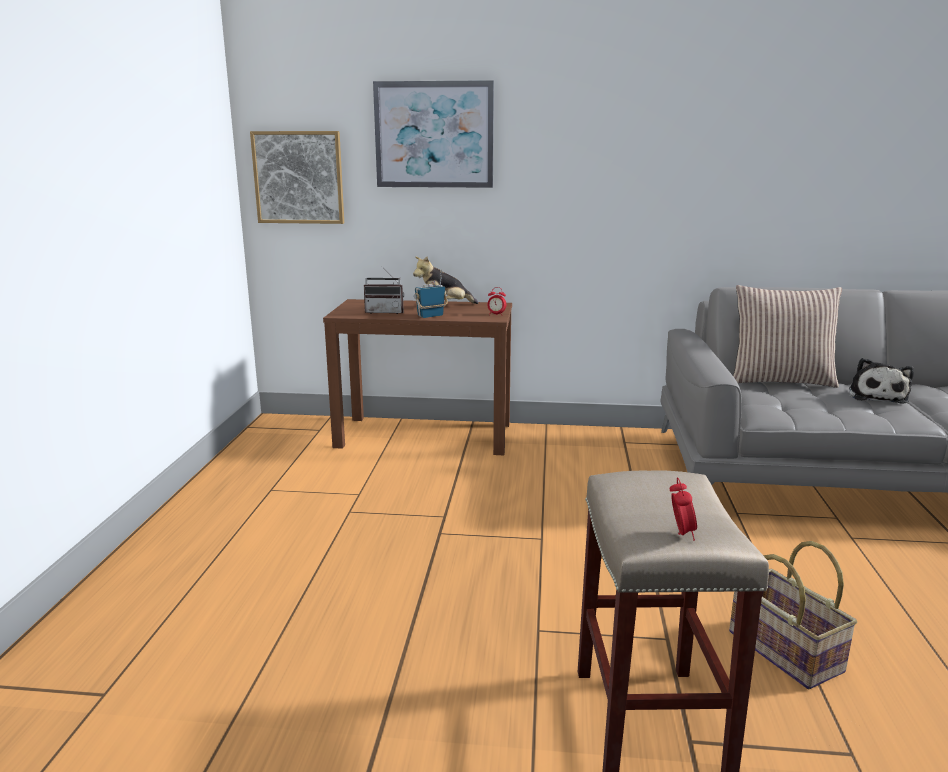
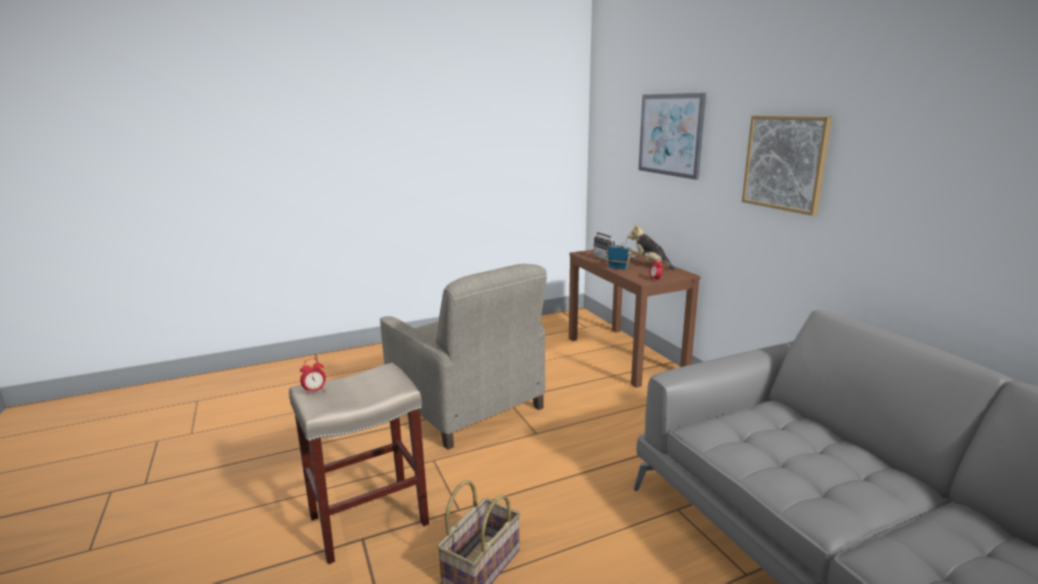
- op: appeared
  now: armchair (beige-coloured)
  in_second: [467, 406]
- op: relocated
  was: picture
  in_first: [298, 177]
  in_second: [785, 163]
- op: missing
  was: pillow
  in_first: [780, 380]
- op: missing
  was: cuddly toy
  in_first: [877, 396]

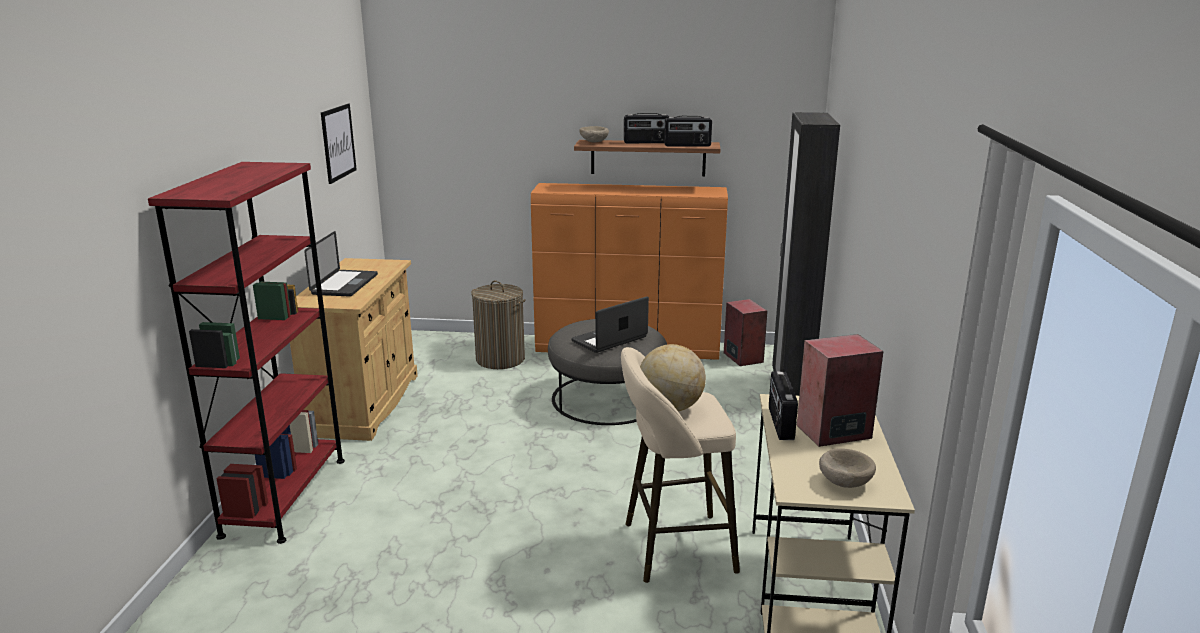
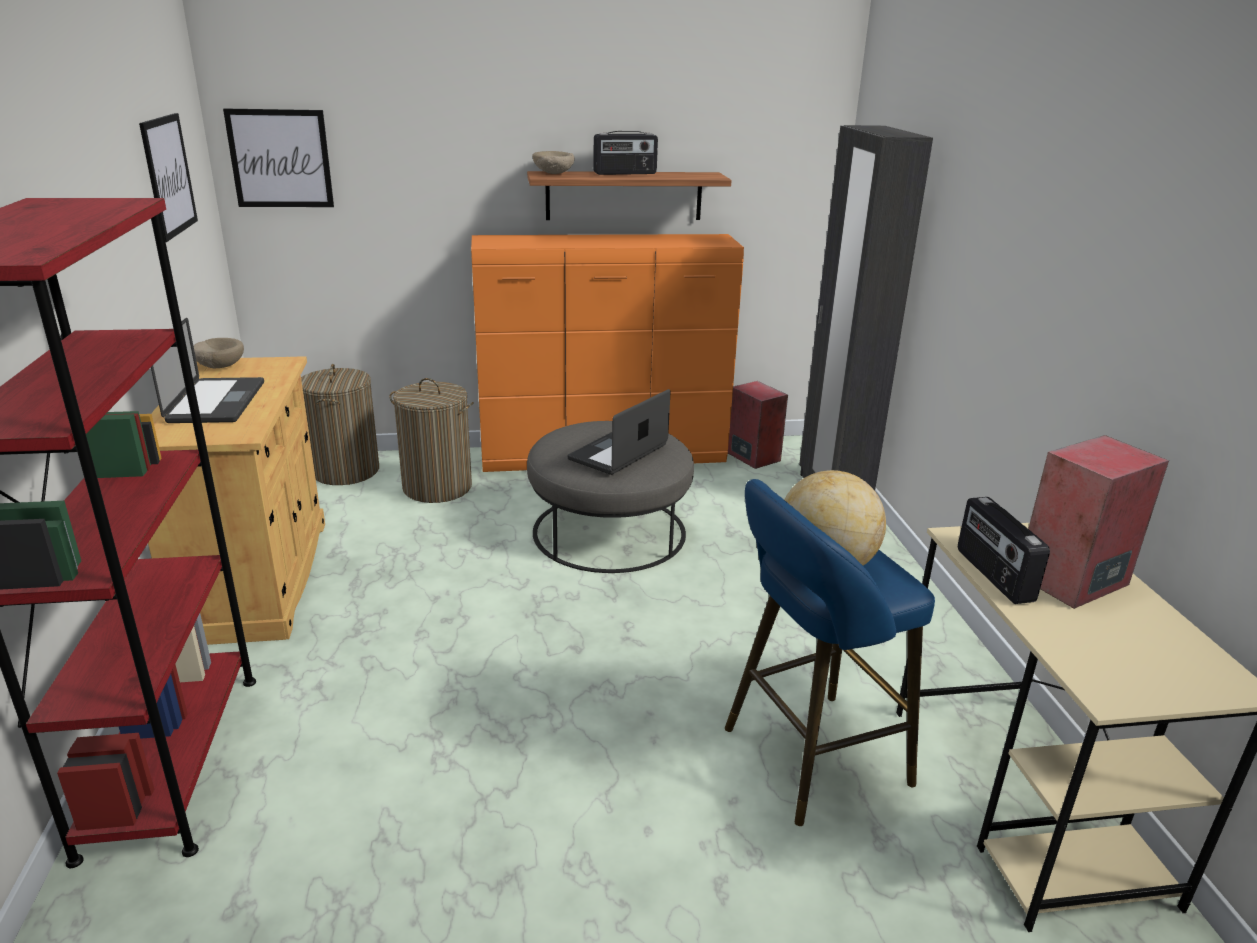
- op: relocated
  was: serving bowl (beige-coloured)
  in_first: [844, 482]
  in_second: [219, 366]
- op: appeared
  now: picture
  in_second: [280, 159]
- op: appeared
  now: laundry basket
  in_second: [345, 470]
- op: colour
  was: stool seat (beige-coloured)
  now: stool seat (blue)
  in_first: [672, 548]
  in_second: [807, 759]
- op: missing
  was: radio receiver
  in_first: [687, 145]

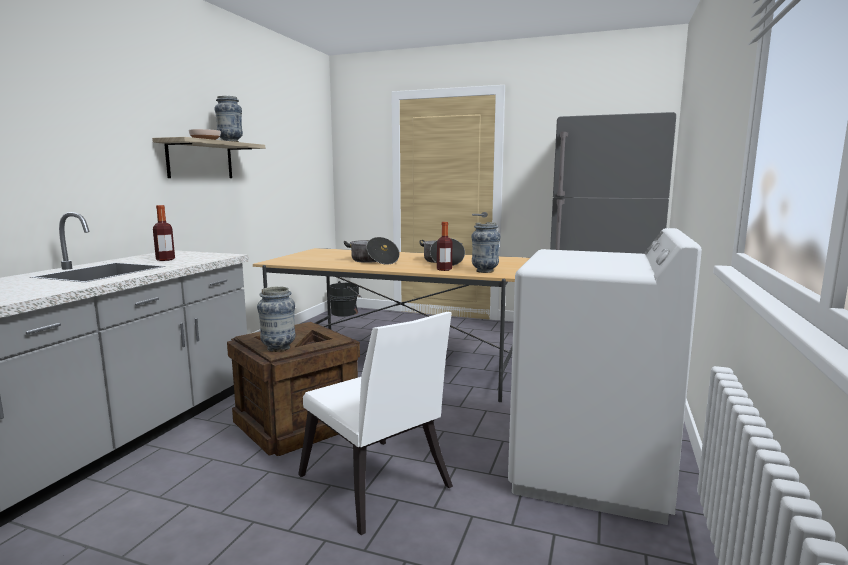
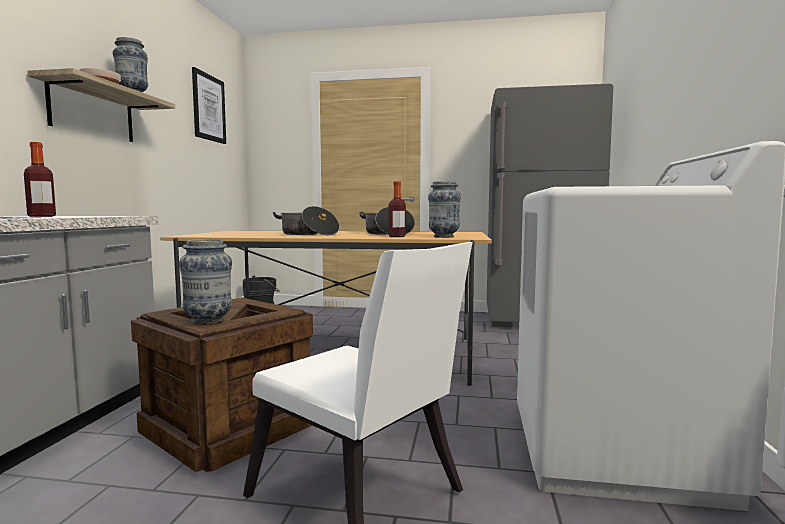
- op: appeared
  now: picture
  in_second: [208, 108]

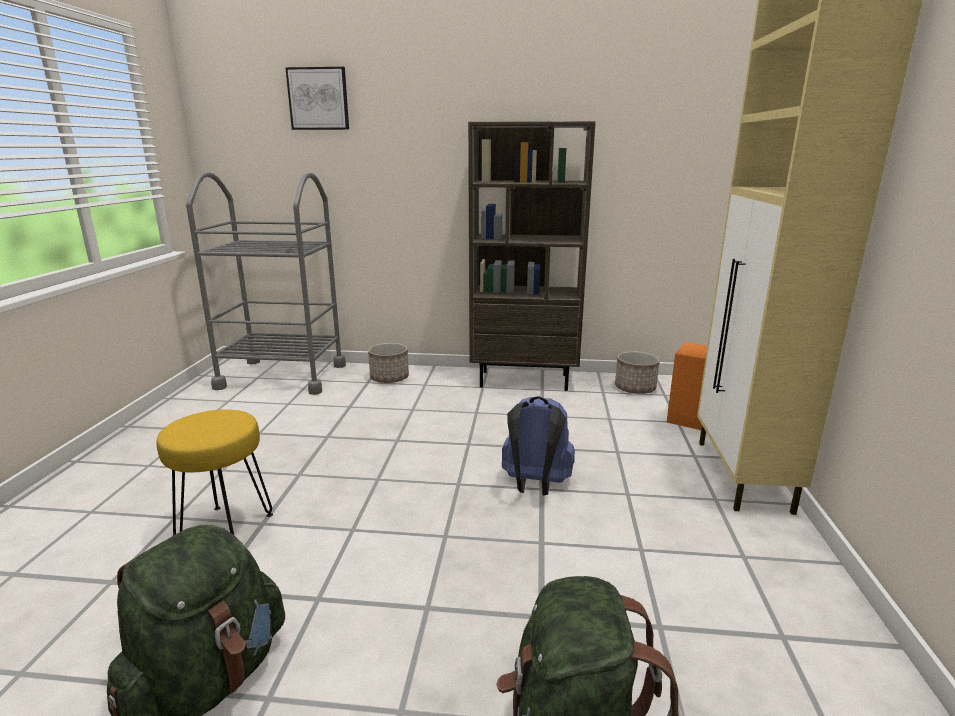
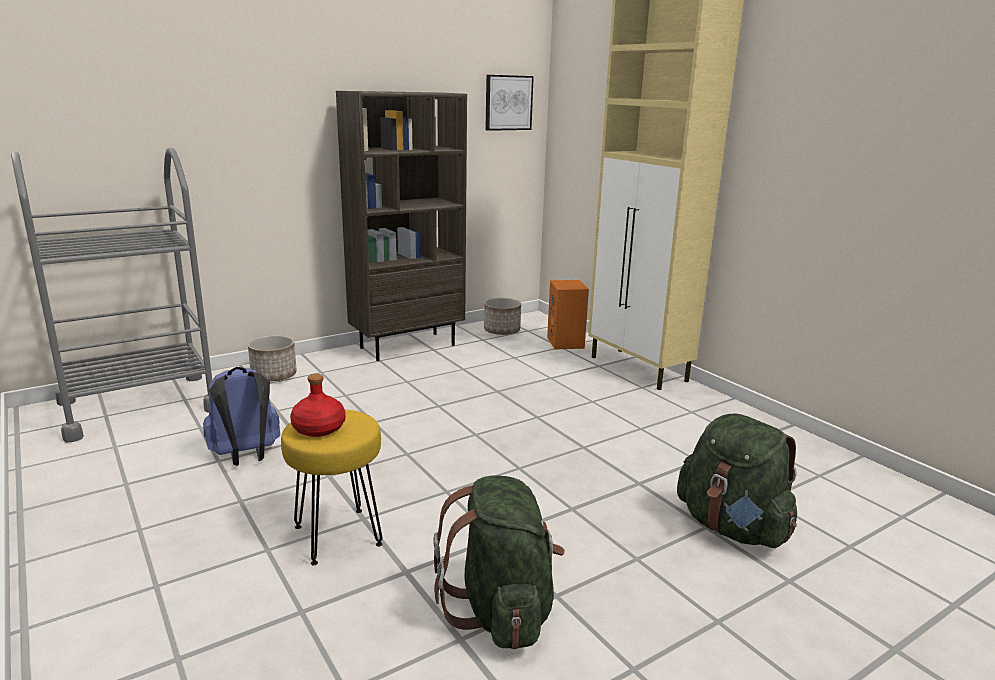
- op: relocated
  was: knapsack (blue)
  in_first: [535, 486]
  in_second: [246, 456]
- op: appeared
  now: drink bottle (red-coloured)
  in_second: [319, 428]
- op: relocated
  was: picture
  in_first: [318, 99]
  in_second: [508, 103]

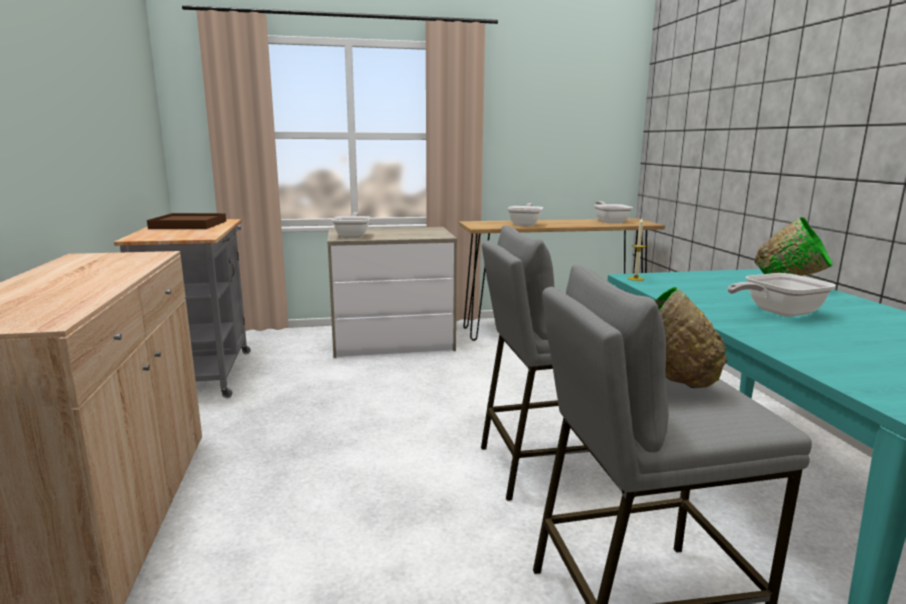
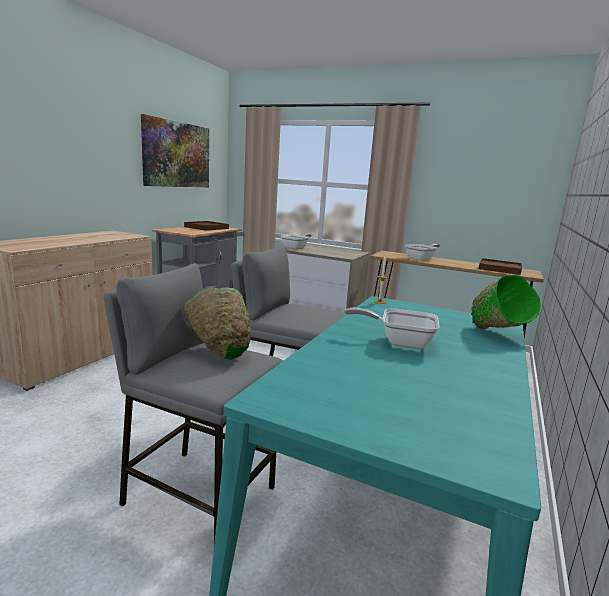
- op: appeared
  now: picture
  in_second: [177, 154]
- op: exchanged
  was: pan
  now: serving tray (brown)
  in_first: [610, 222]
  in_second: [500, 269]

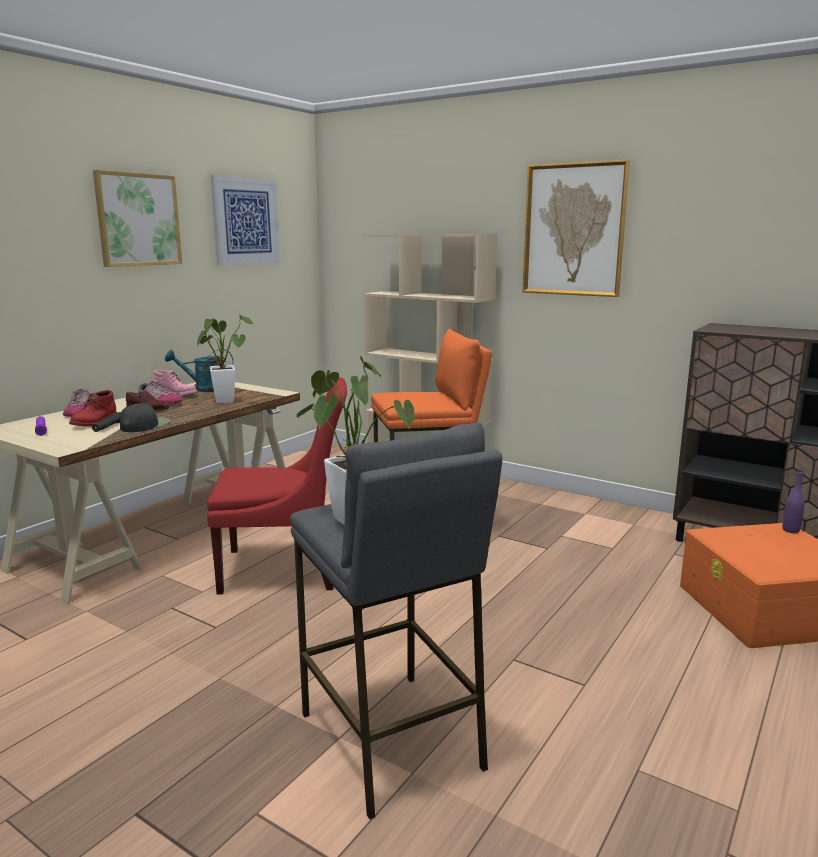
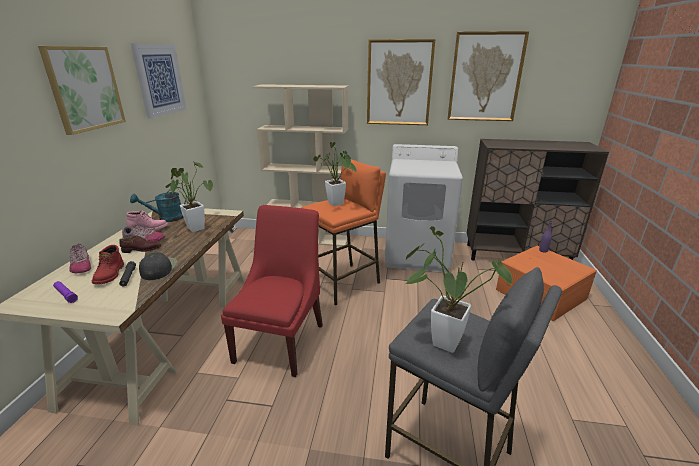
- op: spun
  was: plain chair (red-coloured)
  in_first: [286, 569]
  in_second: [282, 340]
  clockwise: -45
- op: appeared
  now: plant in a pot
  in_second: [337, 205]
- op: appeared
  now: laundry machine (whitish)
  in_second: [417, 254]
- op: appeared
  now: picture
  in_second: [485, 77]

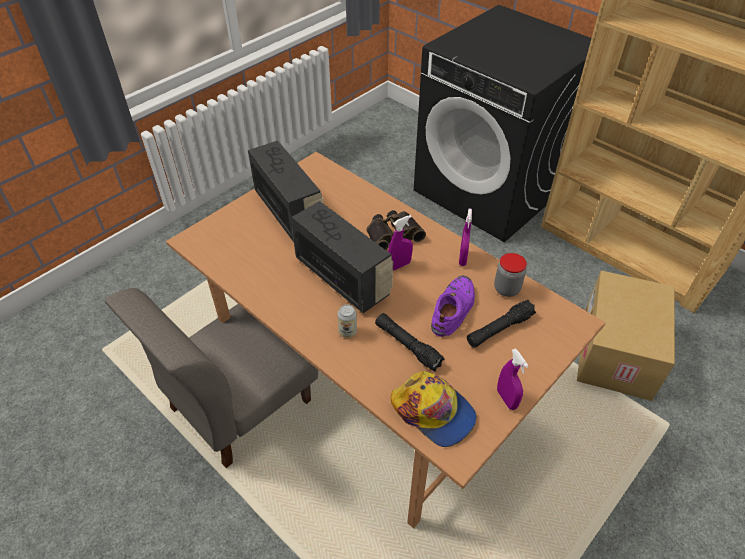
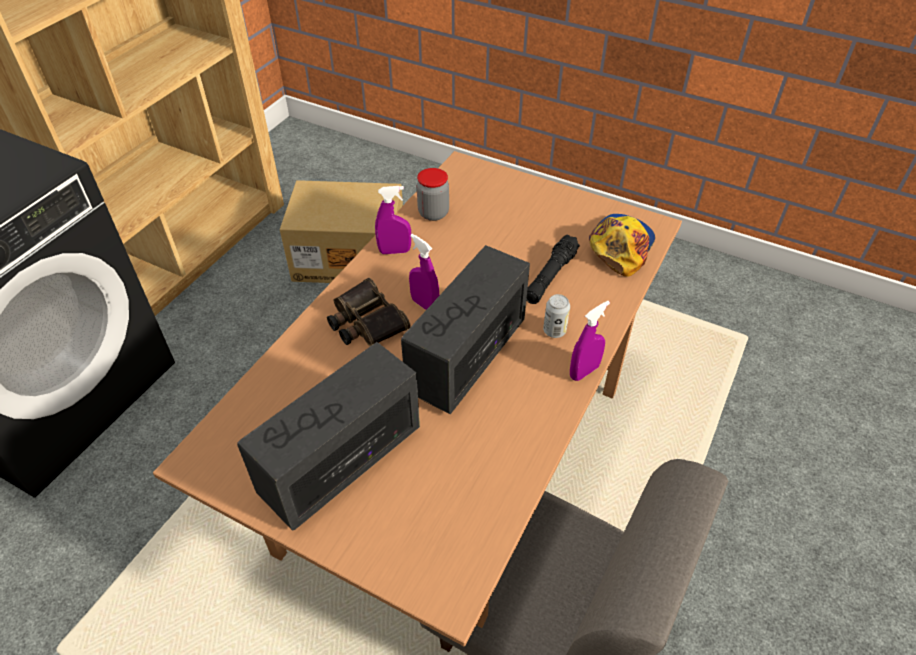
- op: relocated
  was: sprayer (purplish)
  in_first: [506, 399]
  in_second: [584, 371]
- op: missing
  was: low shoe (purplish)
  in_first: [453, 308]
- op: missing
  was: torch (black-coloured)
  in_first: [499, 329]

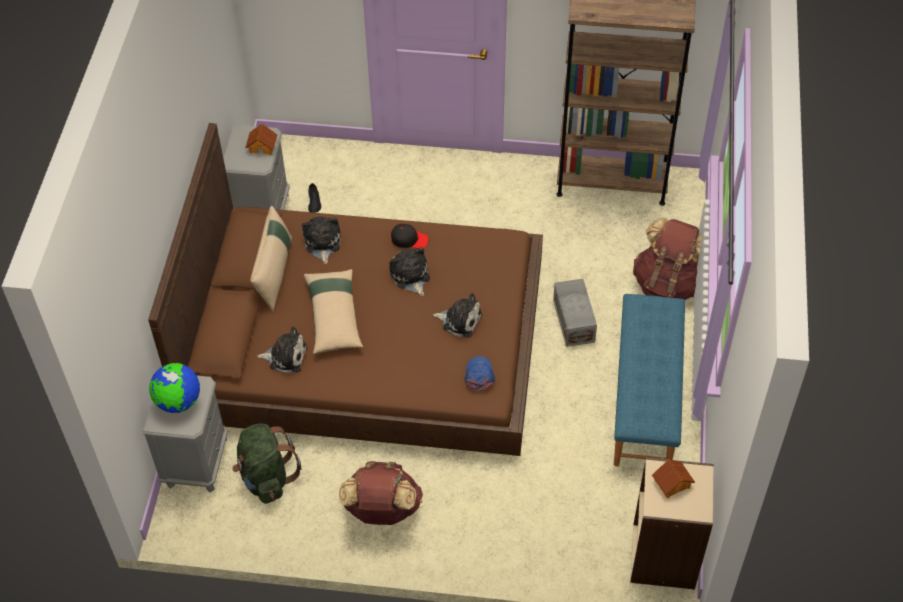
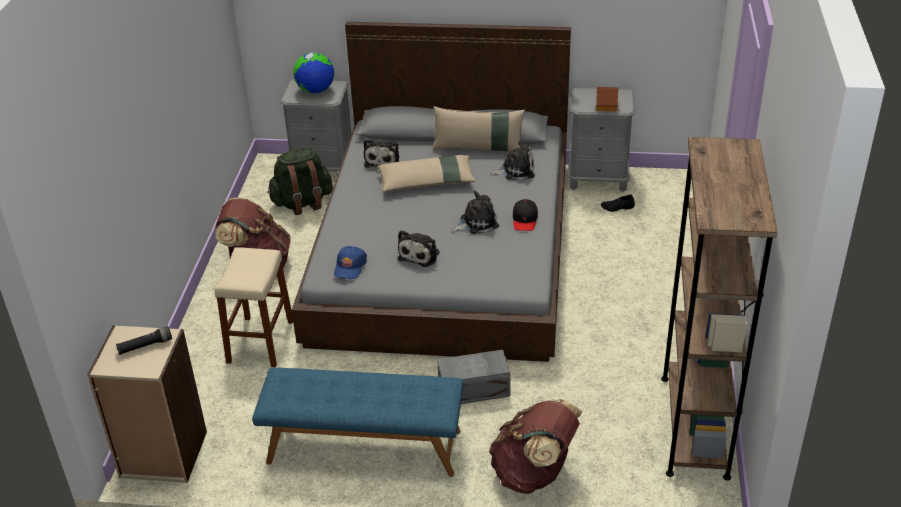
- op: exchanged
  was: model house
  now: torch (black-coloured)
  in_first: [672, 483]
  in_second: [145, 346]
- op: appeared
  now: stool seat (beige-coloured)
  in_second: [260, 341]
- op: colour
  was: bed (brown)
  now: bed (gray)
  in_first: [366, 341]
  in_second: [445, 247]
- op: spun
  was: cap (blue)
  in_first: [479, 375]
  in_second: [350, 267]
  clockwise: 105

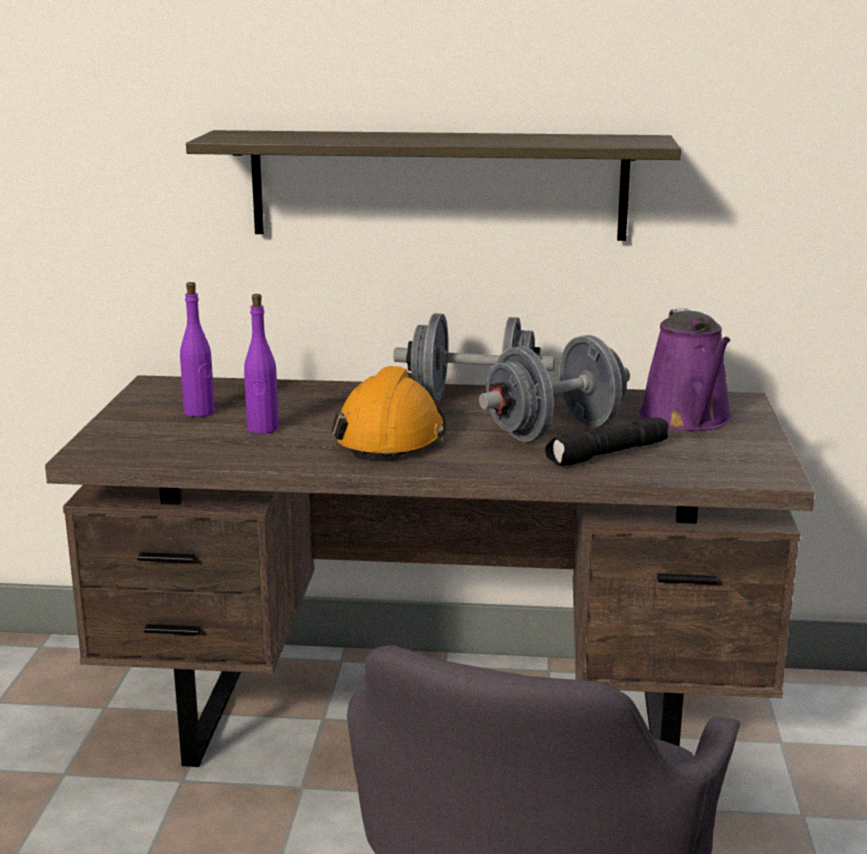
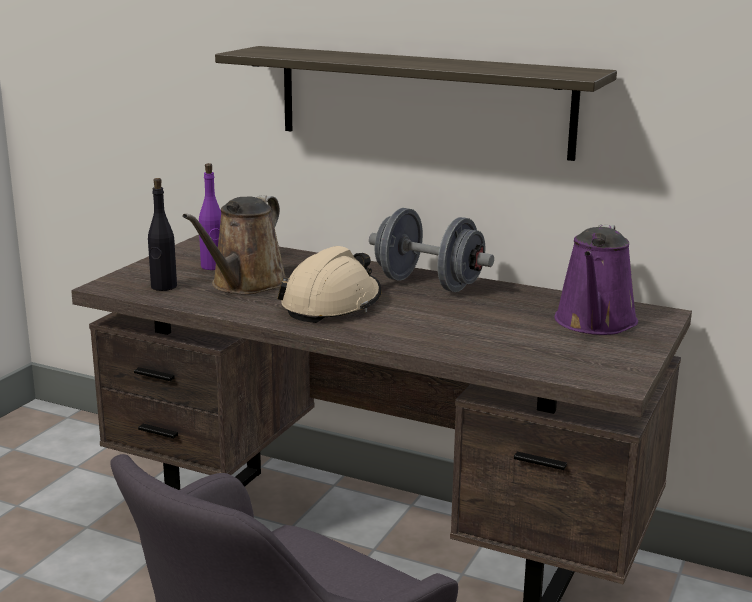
- op: appeared
  now: drink bottle (black-coloured)
  in_second: [163, 287]
- op: exchanged
  was: drink bottle (purplish)
  now: sprinkling can (brown)
  in_first: [263, 429]
  in_second: [245, 285]
- op: colour
  was: work helmet (orange)
  now: work helmet (beige-coloured)
  in_first: [390, 438]
  in_second: [332, 304]
- op: missing
  was: free weight (gray)
  in_first: [555, 431]
- op: missing
  was: torch (black-coloured)
  in_first: [608, 455]

